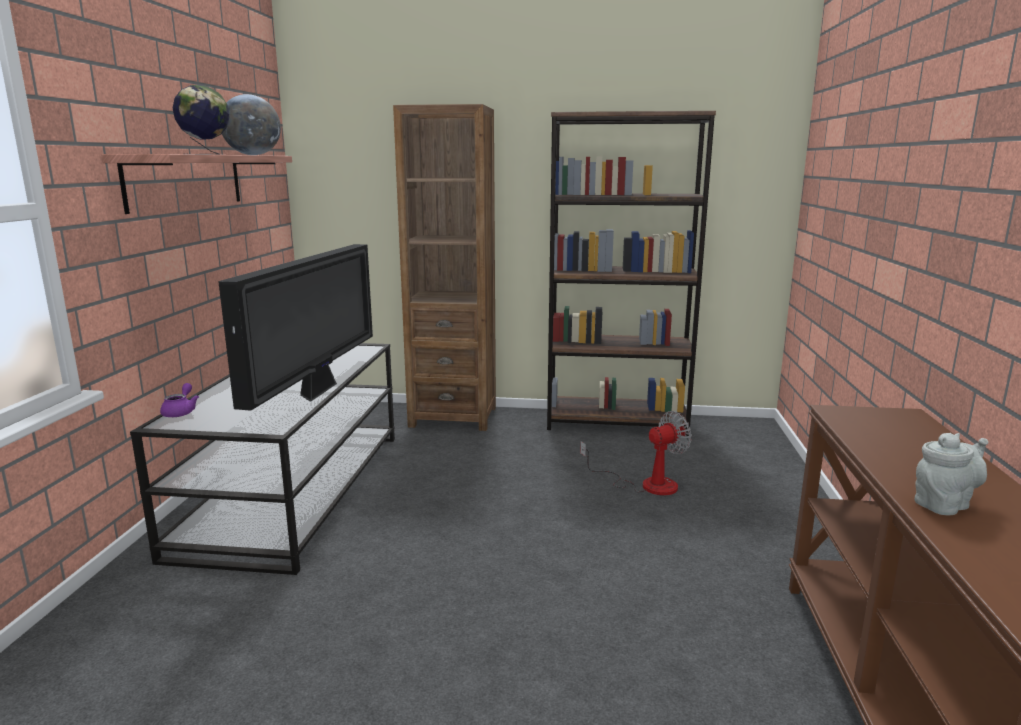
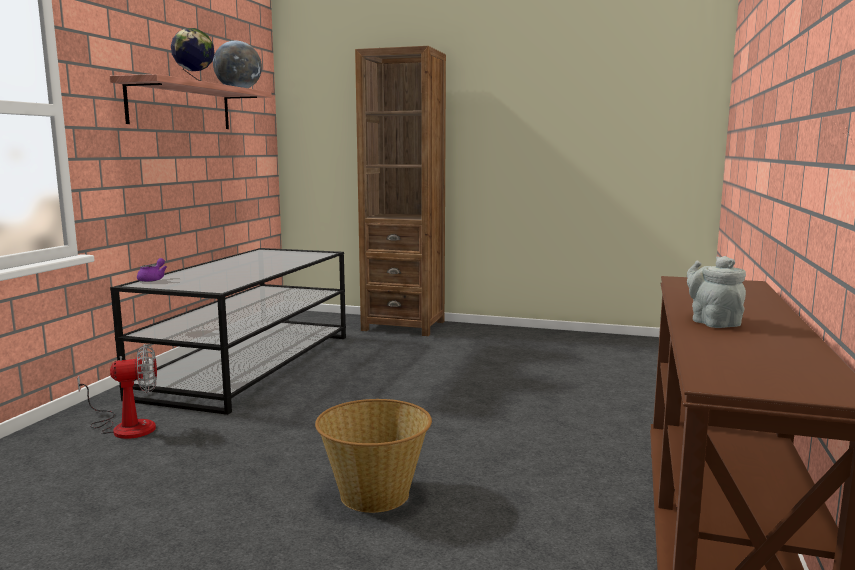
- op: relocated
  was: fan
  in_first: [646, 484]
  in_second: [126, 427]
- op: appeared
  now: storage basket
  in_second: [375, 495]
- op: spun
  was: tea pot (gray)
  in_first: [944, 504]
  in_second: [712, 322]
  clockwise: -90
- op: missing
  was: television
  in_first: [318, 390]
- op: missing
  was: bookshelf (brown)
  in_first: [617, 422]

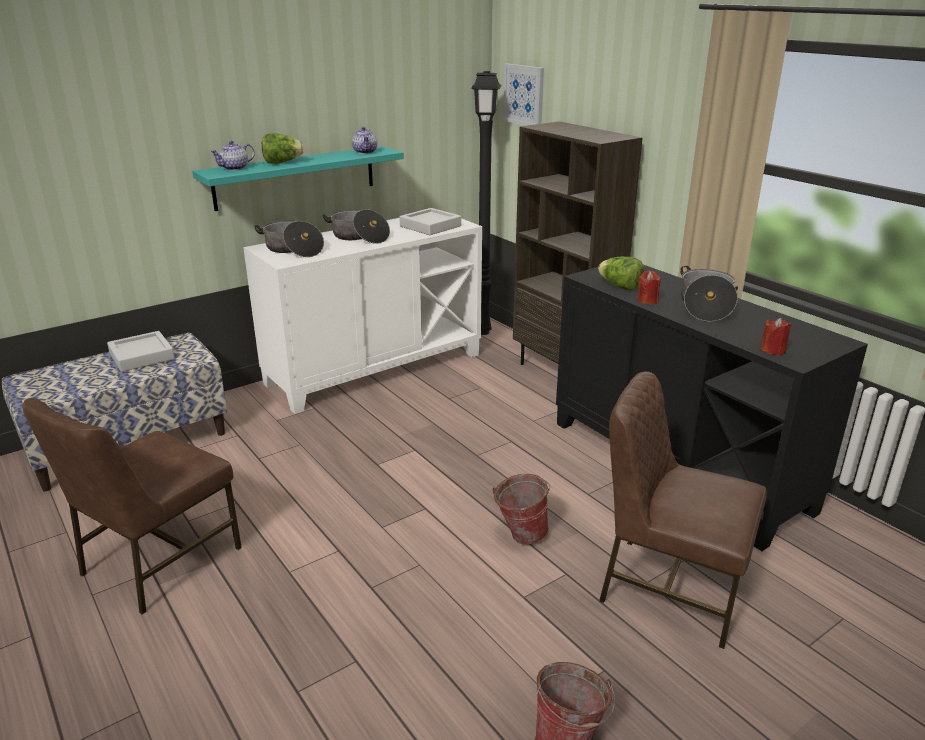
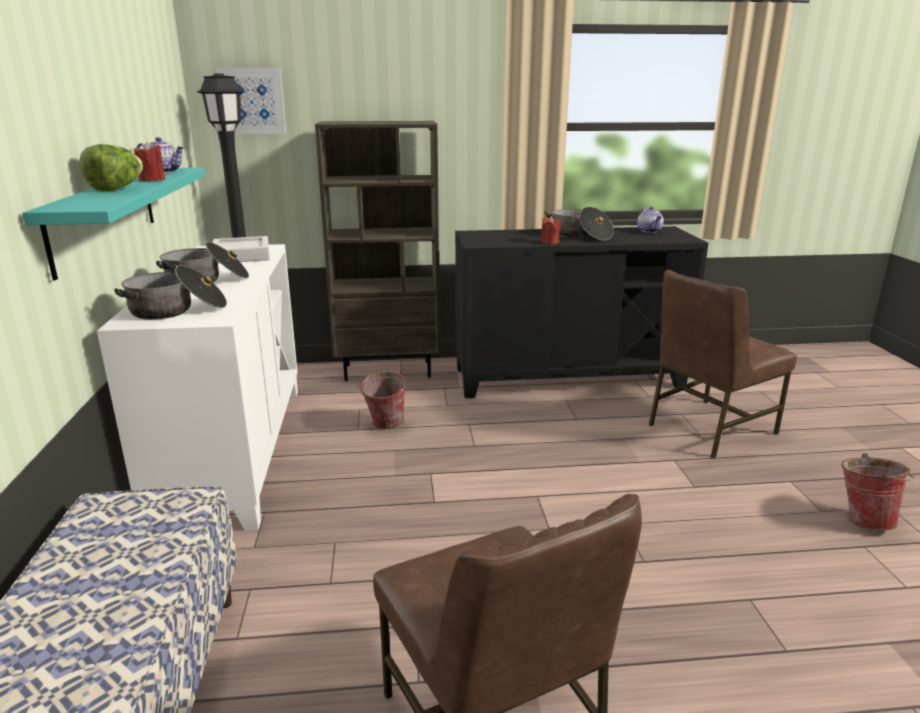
- op: relocated
  was: wax light (red-coloured)
  in_first: [773, 350]
  in_second: [152, 180]
- op: relocated
  was: water bucket
  in_first: [520, 535]
  in_second: [384, 426]
- op: relocated
  was: tea pot
  in_first: [234, 168]
  in_second: [649, 231]
- op: missing
  was: serving tray (gray)
  in_first: [142, 356]
- op: missing
  was: lettuce
  in_first: [620, 287]

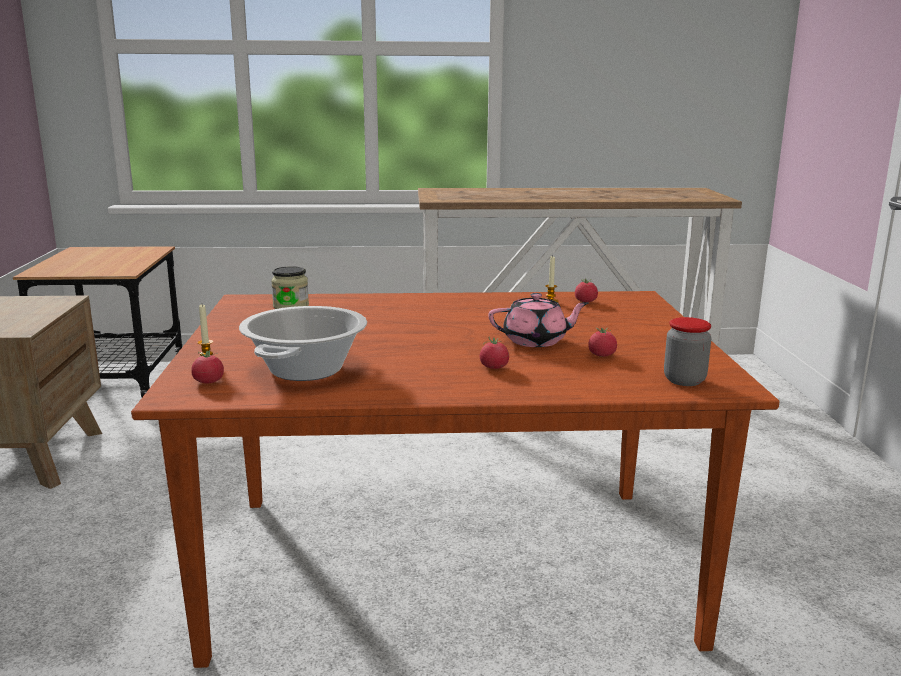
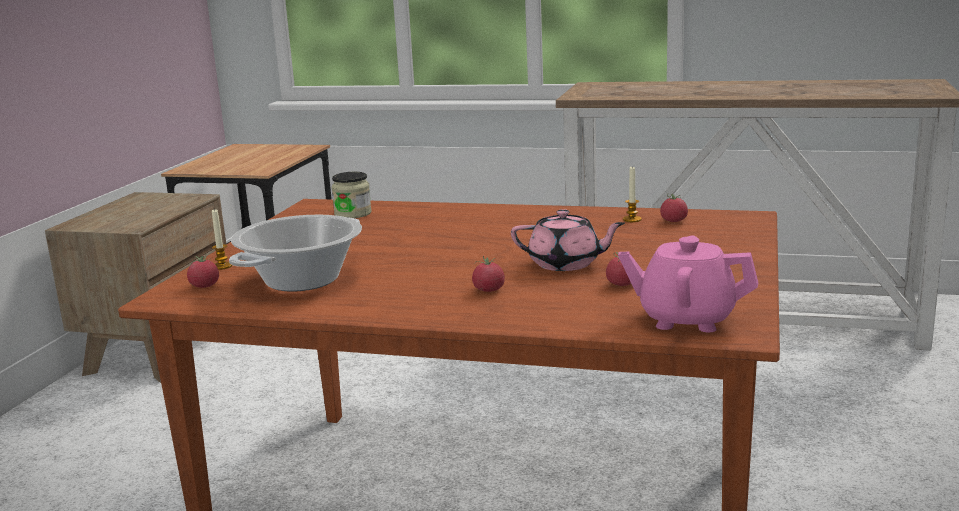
- op: exchanged
  was: storage jar
  now: tea pot (pink)
  in_first: [684, 380]
  in_second: [686, 319]

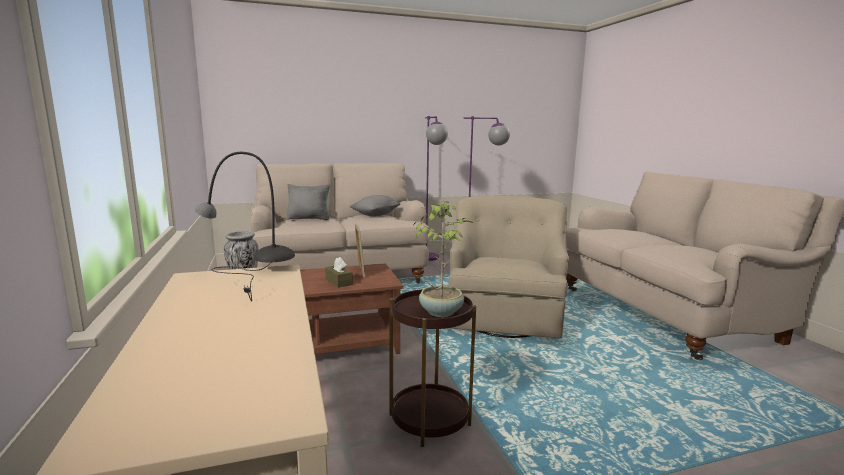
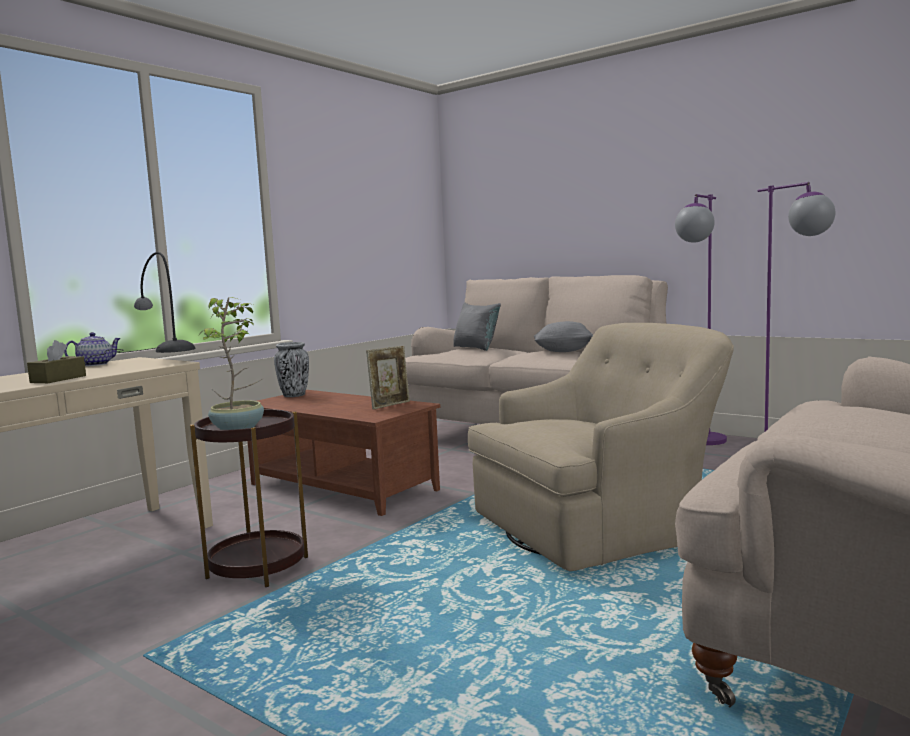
- op: relocated
  was: box of tissues (brown)
  in_first: [338, 282]
  in_second: [58, 379]
- op: appeared
  now: tea pot
  in_second: [96, 364]

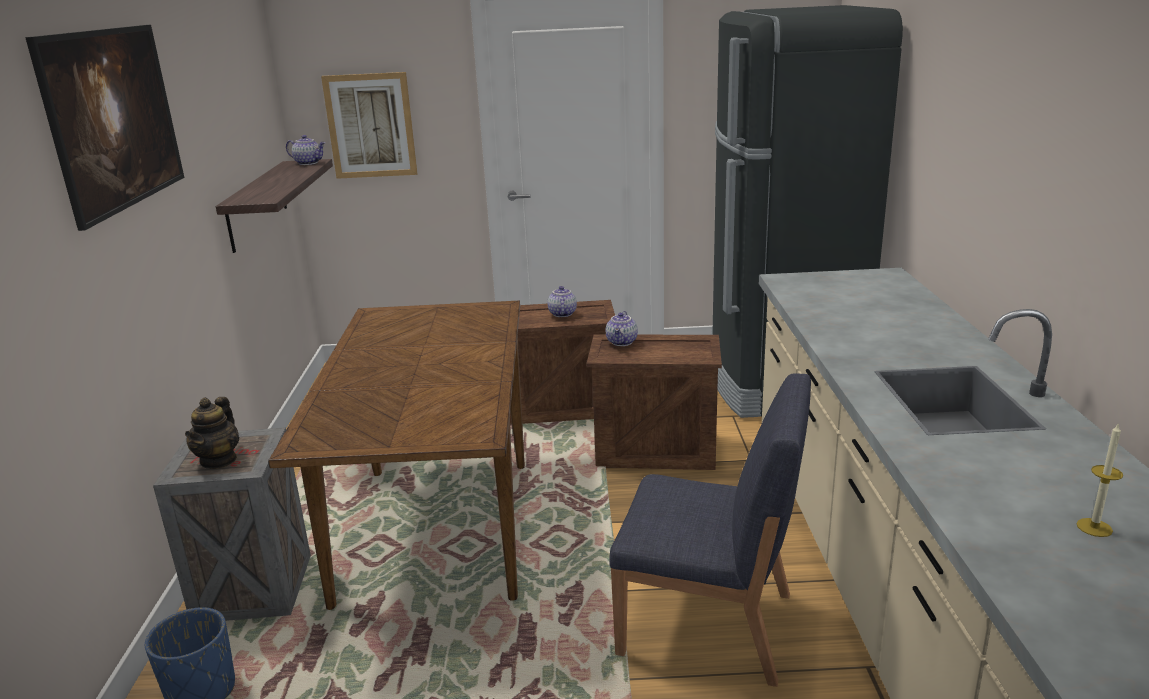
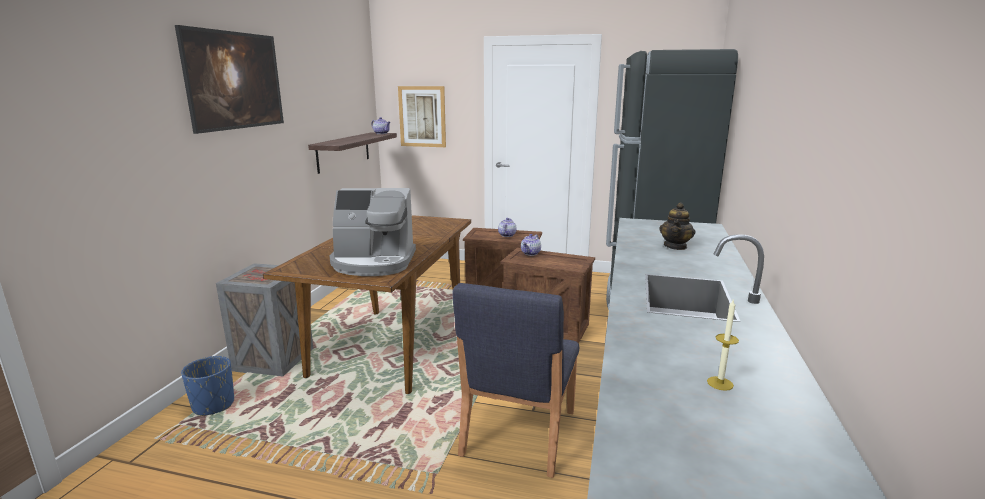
- op: appeared
  now: coffee maker
  in_second: [373, 263]
- op: spun
  was: plain chair (blue)
  in_first: [709, 625]
  in_second: [518, 433]
  clockwise: 75
- op: relocated
  was: tea pot
  in_first: [219, 460]
  in_second: [675, 246]

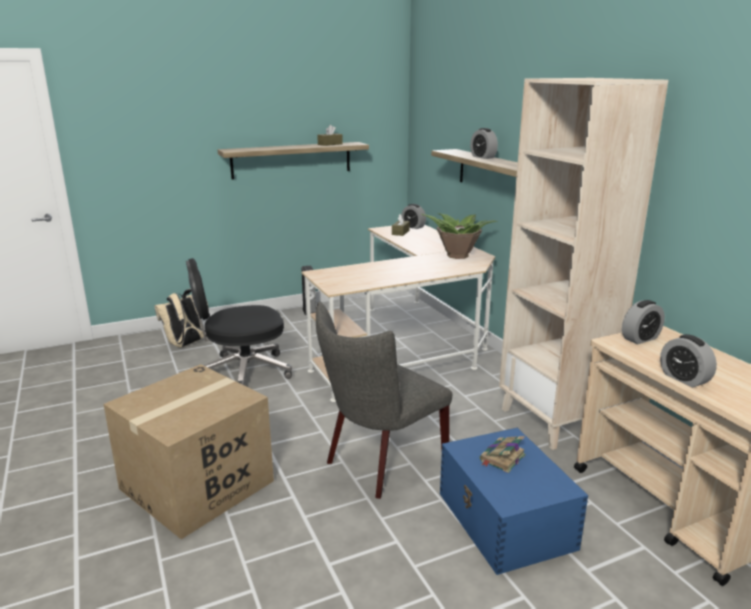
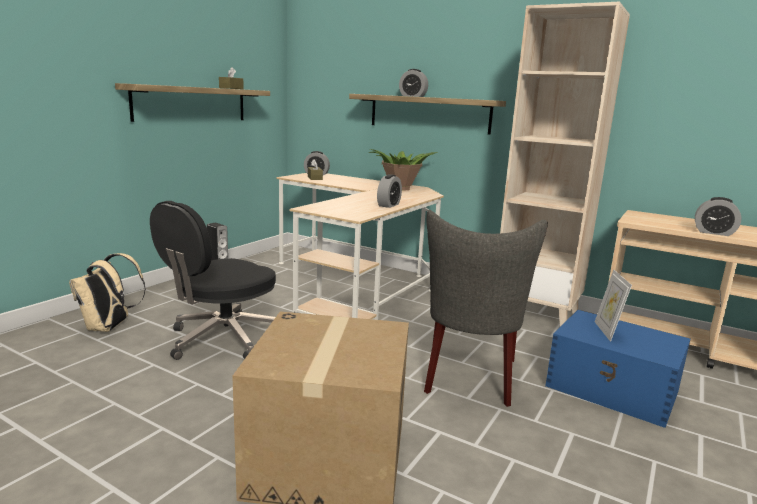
- op: relocated
  was: alarm clock
  in_first: [640, 338]
  in_second: [389, 205]
- op: exchanged
  was: book
  now: photo frame
  in_first: [502, 458]
  in_second: [607, 331]

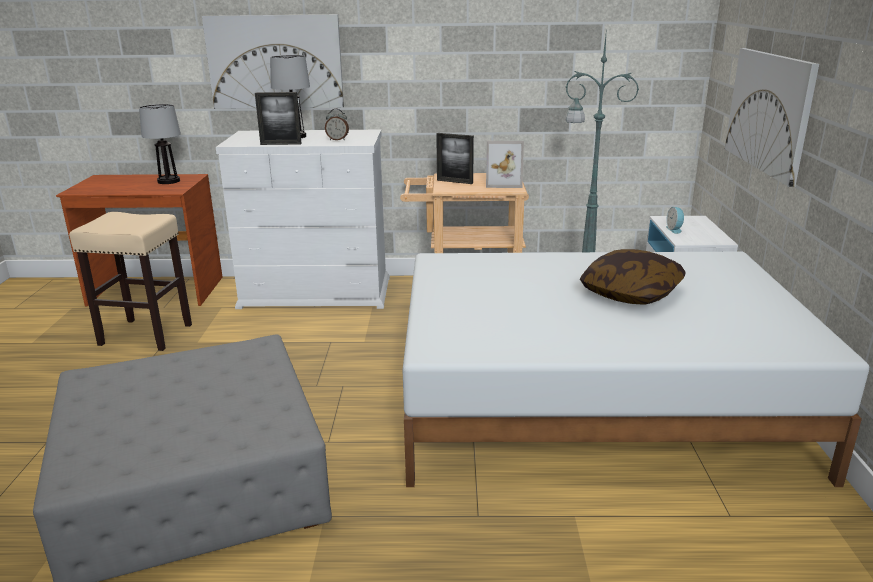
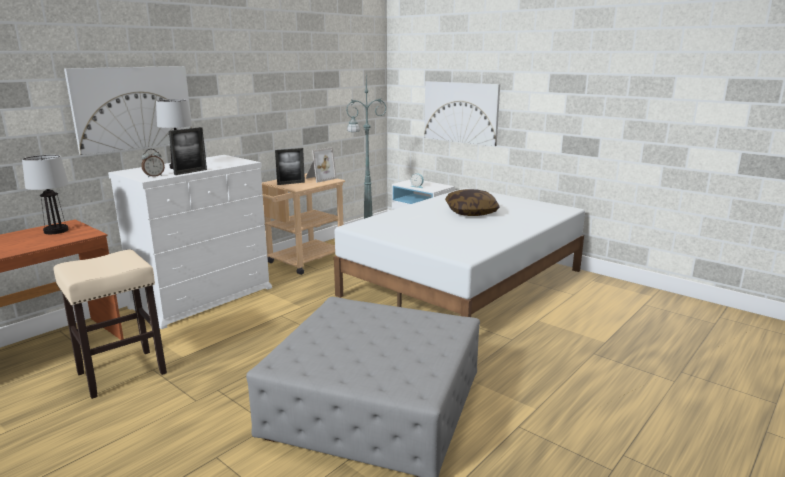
- op: relocated
  was: alarm clock
  in_first: [337, 139]
  in_second: [154, 176]

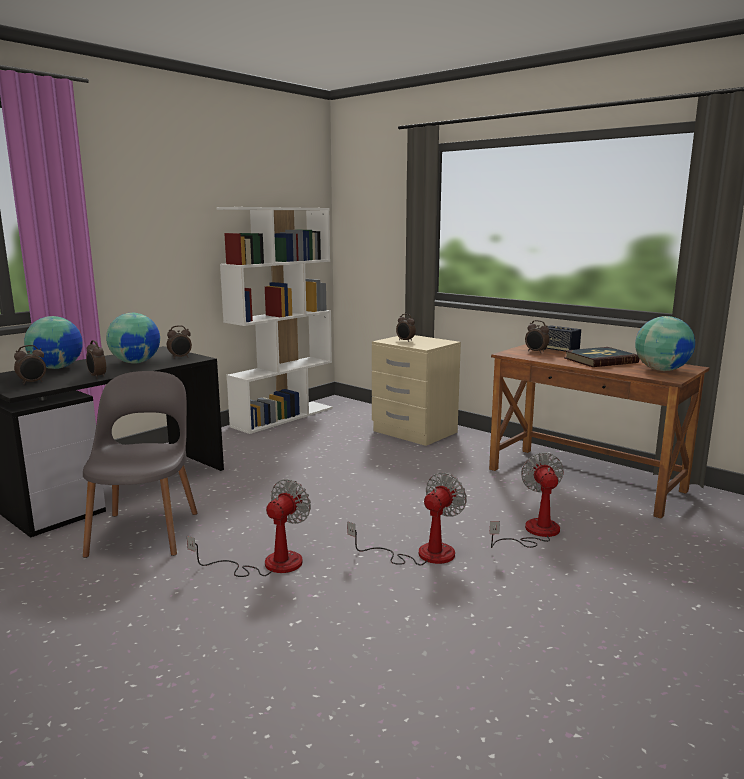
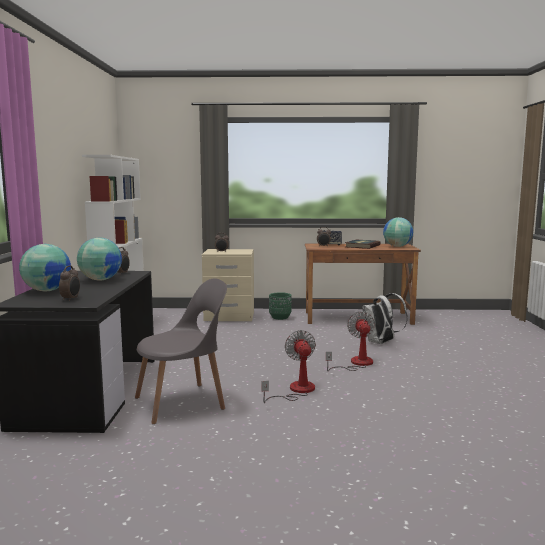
- op: spun
  was: plain chair (gray)
  in_first: [145, 531]
  in_second: [183, 402]
  clockwise: 105
- op: appeared
  now: flower pot (green-coloured)
  in_second: [280, 317]
- op: exchanged
  was: fan
  now: knapsack (whitish)
  in_first: [534, 532]
  in_second: [381, 342]
- op: missing
  was: alarm clock
  in_first: [97, 376]

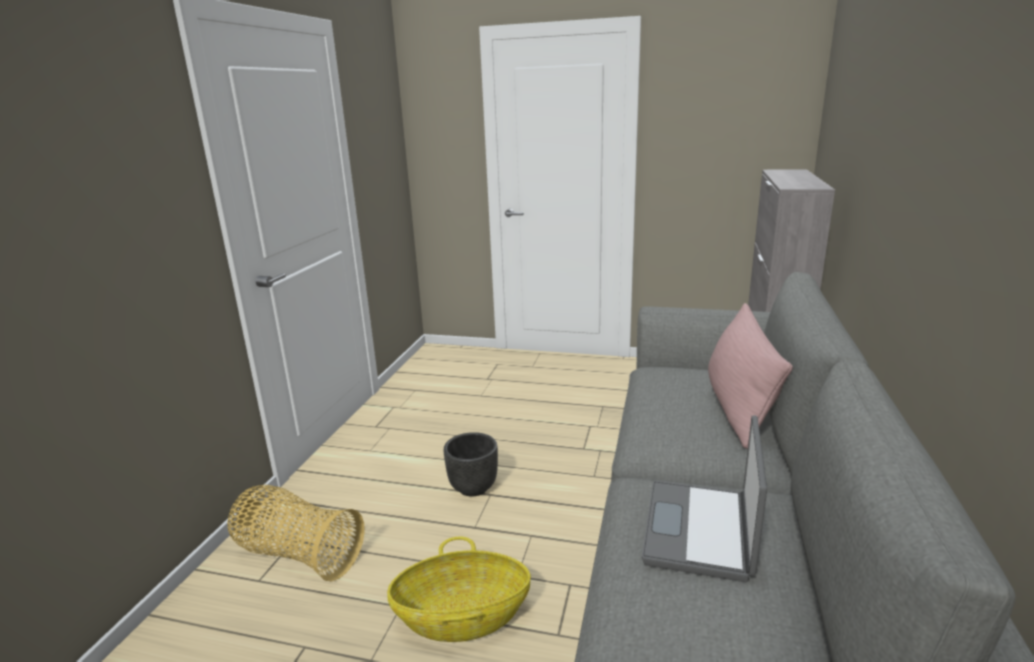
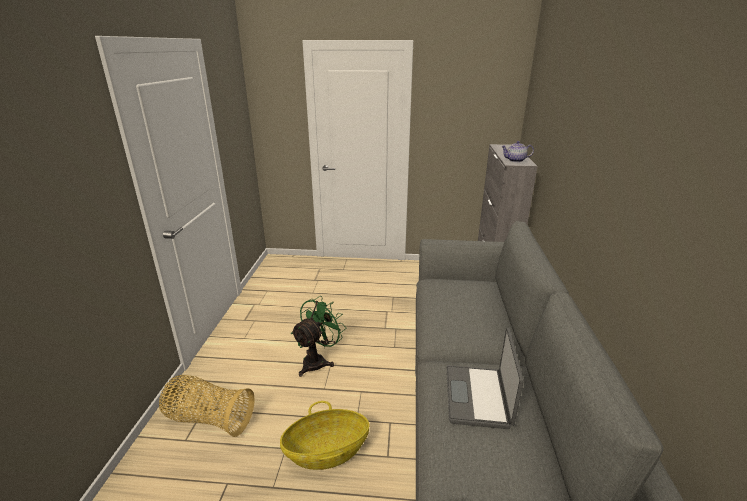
- op: exchanged
  was: flower pot (black-coloured)
  now: fan (green-coloured)
  in_first: [472, 487]
  in_second: [318, 360]
- op: appeared
  now: tea pot
  in_second: [515, 160]
- op: missing
  was: pillow (pink)
  in_first: [738, 406]

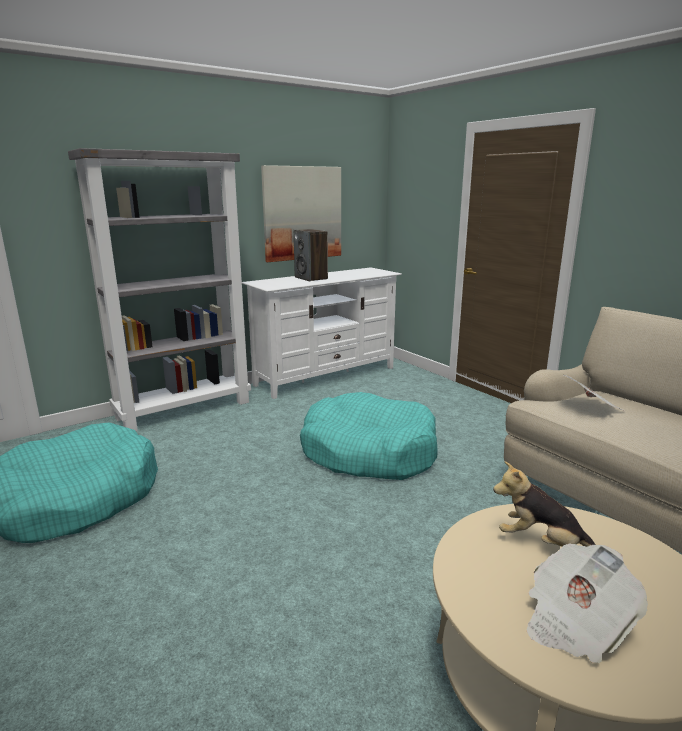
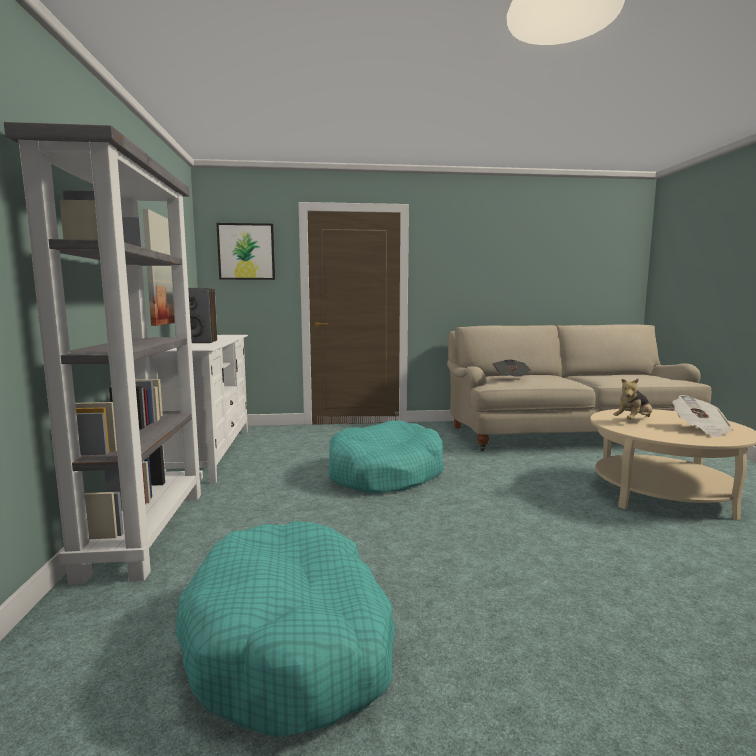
- op: appeared
  now: picture
  in_second: [246, 251]

